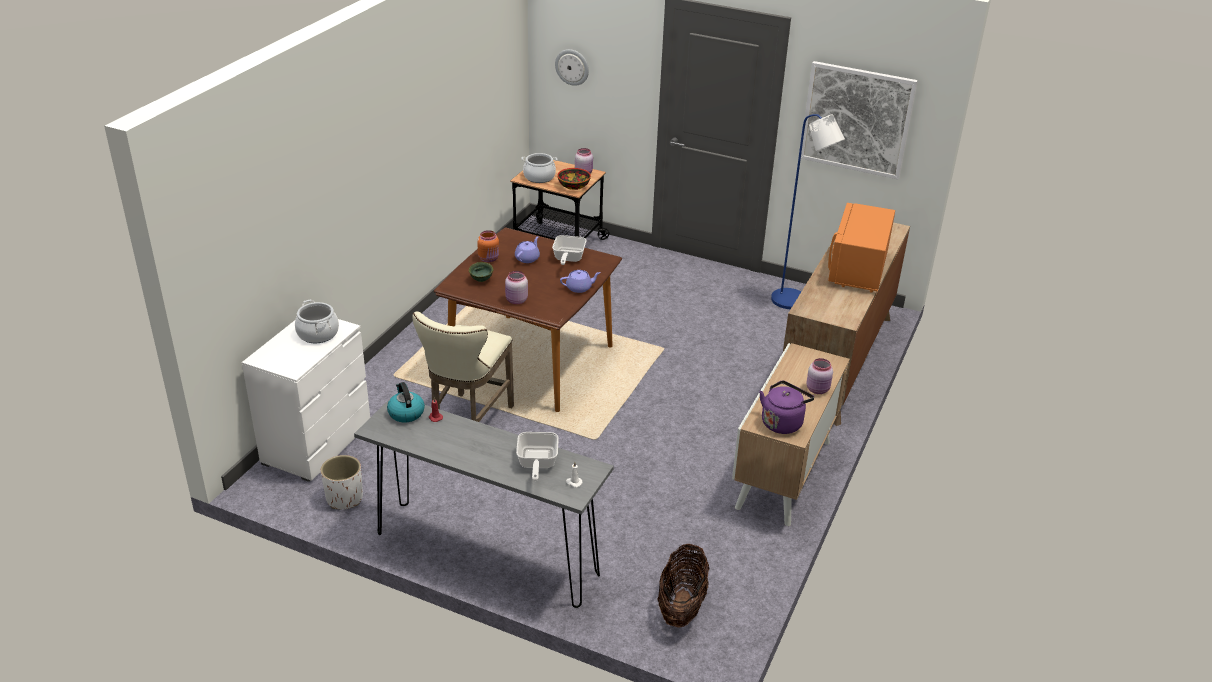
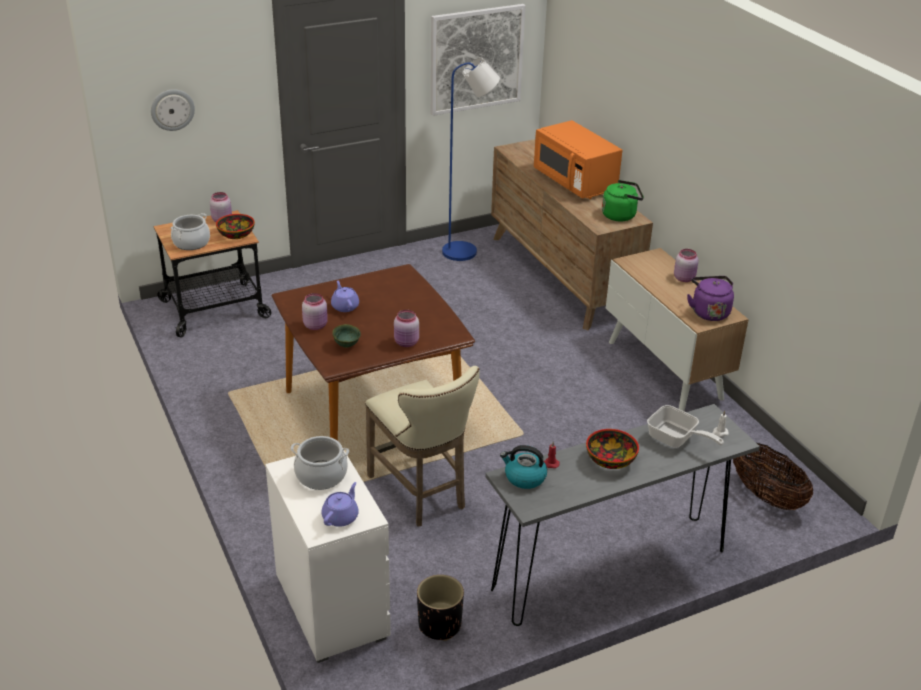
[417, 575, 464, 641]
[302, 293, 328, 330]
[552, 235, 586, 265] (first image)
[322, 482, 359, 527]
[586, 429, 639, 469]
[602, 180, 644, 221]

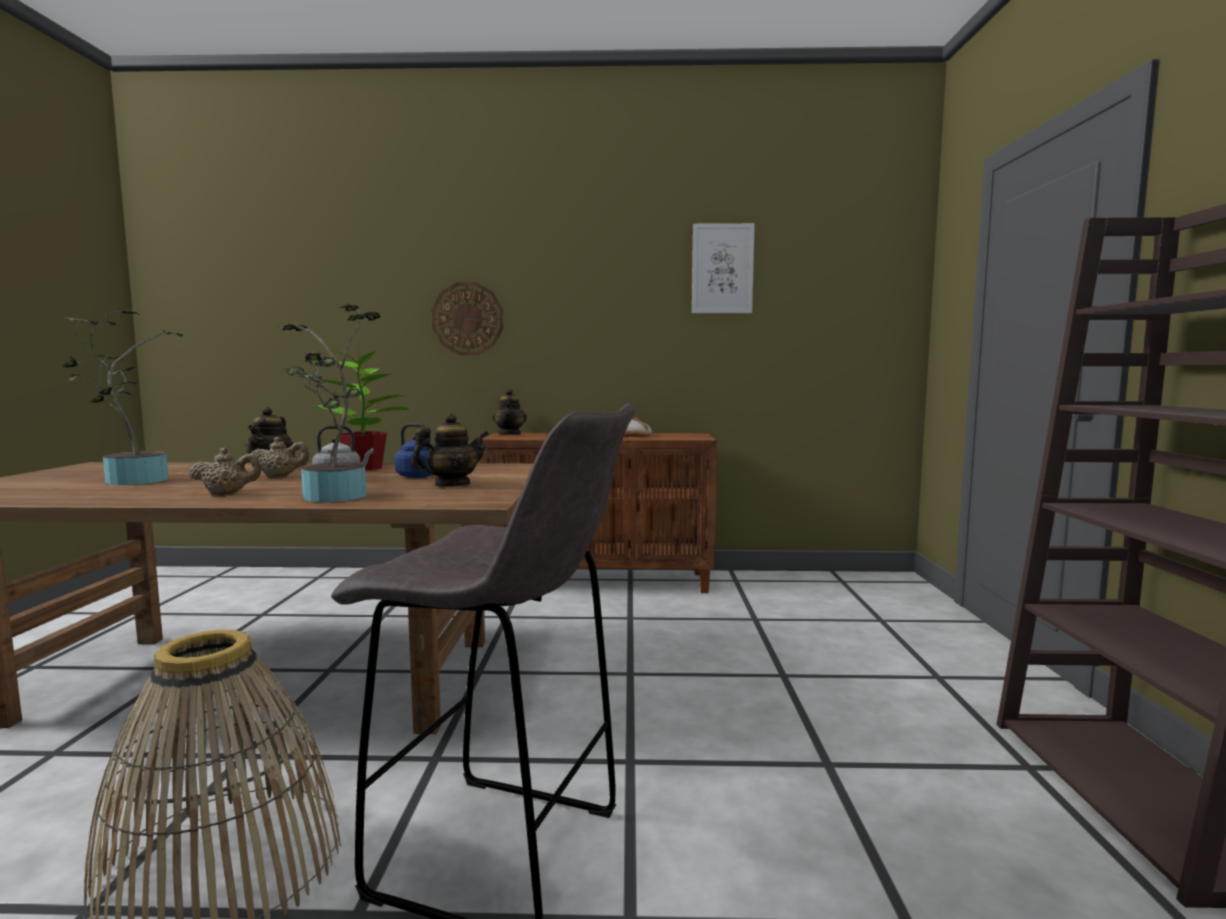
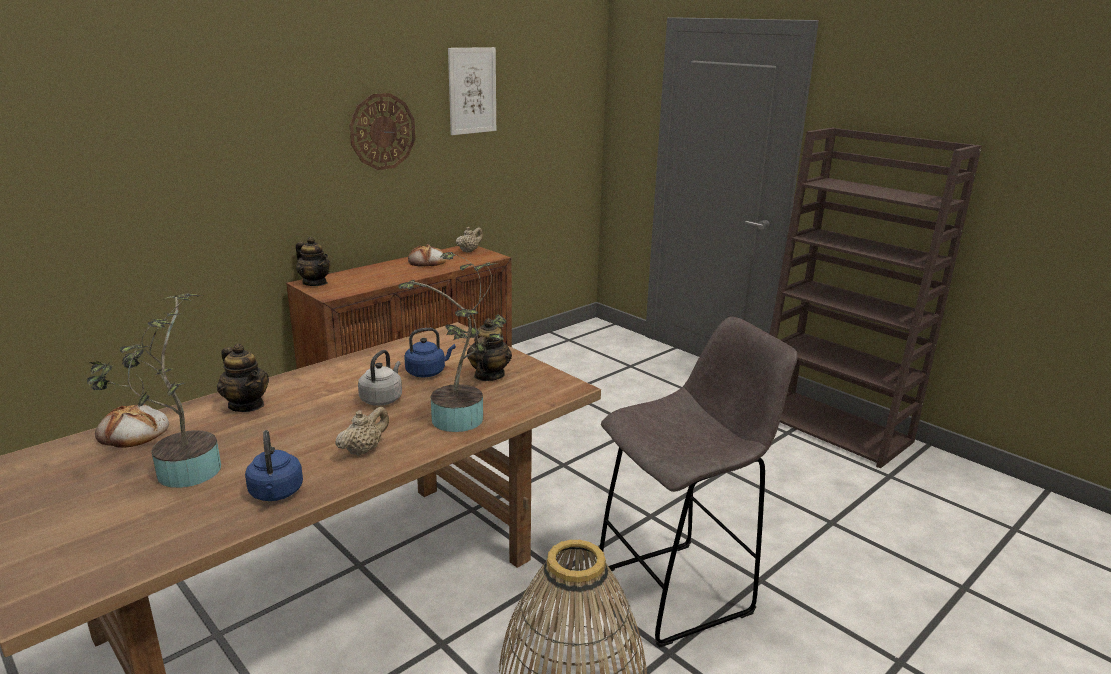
[456, 227, 483, 253]
[311, 343, 409, 470] (first image)
[349, 93, 416, 170]
[95, 404, 169, 448]
[245, 430, 303, 501]

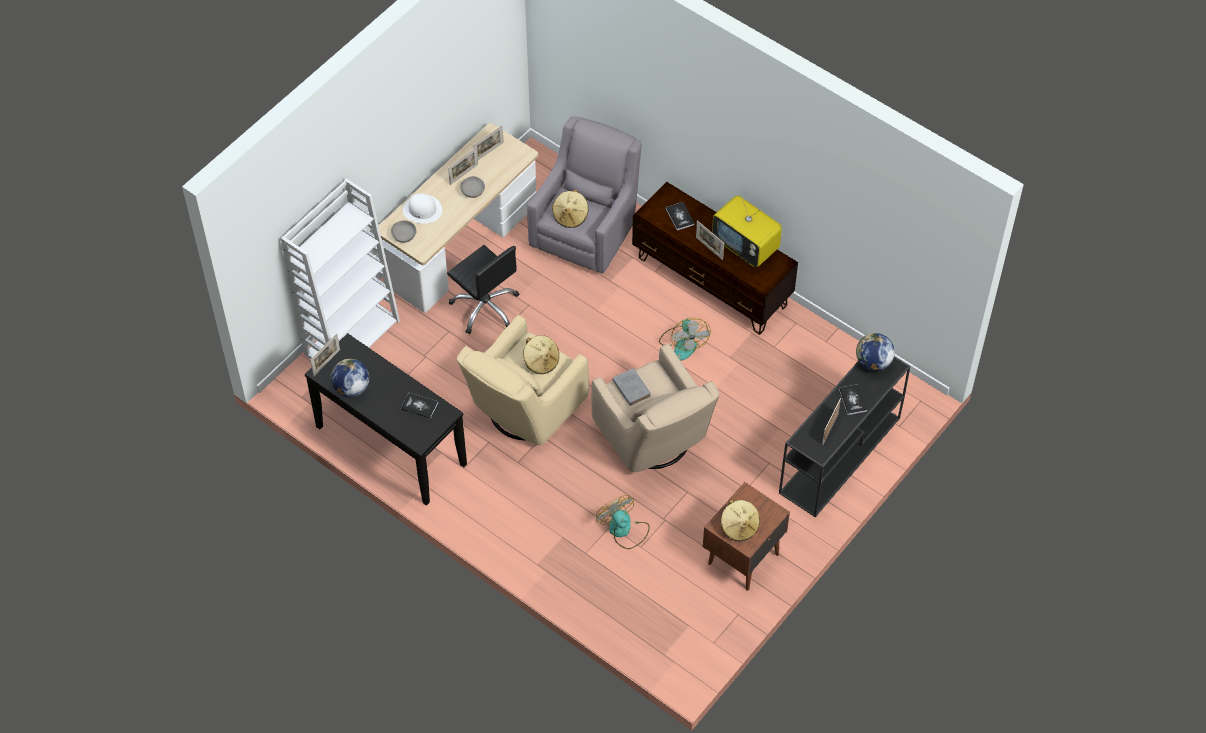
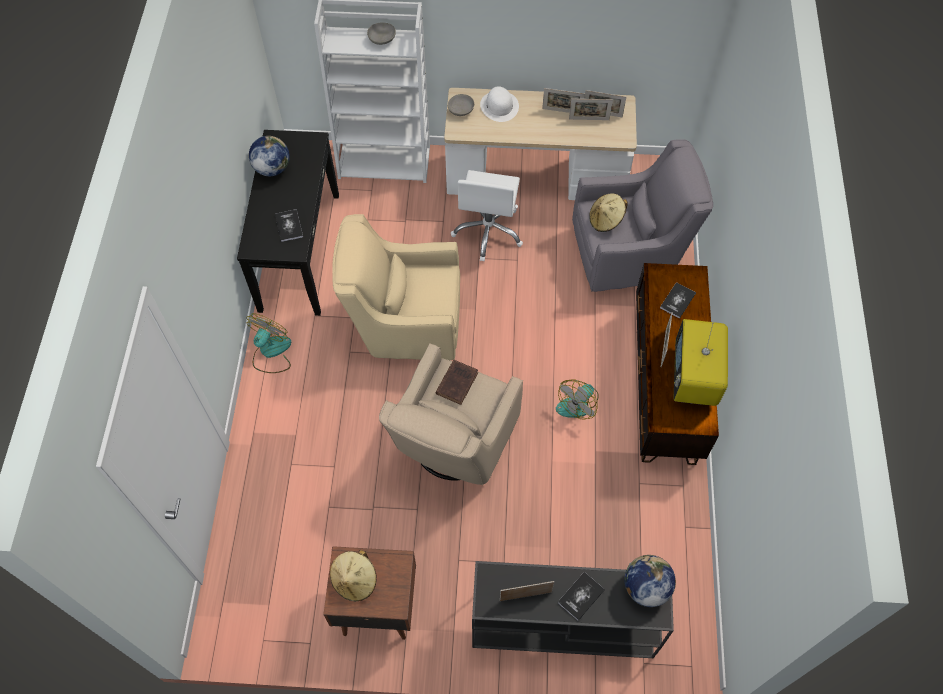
[569, 99, 613, 120]
[451, 170, 523, 261]
[367, 22, 396, 45]
[523, 335, 559, 374] (first image)
[246, 313, 292, 373]
[436, 360, 478, 405]

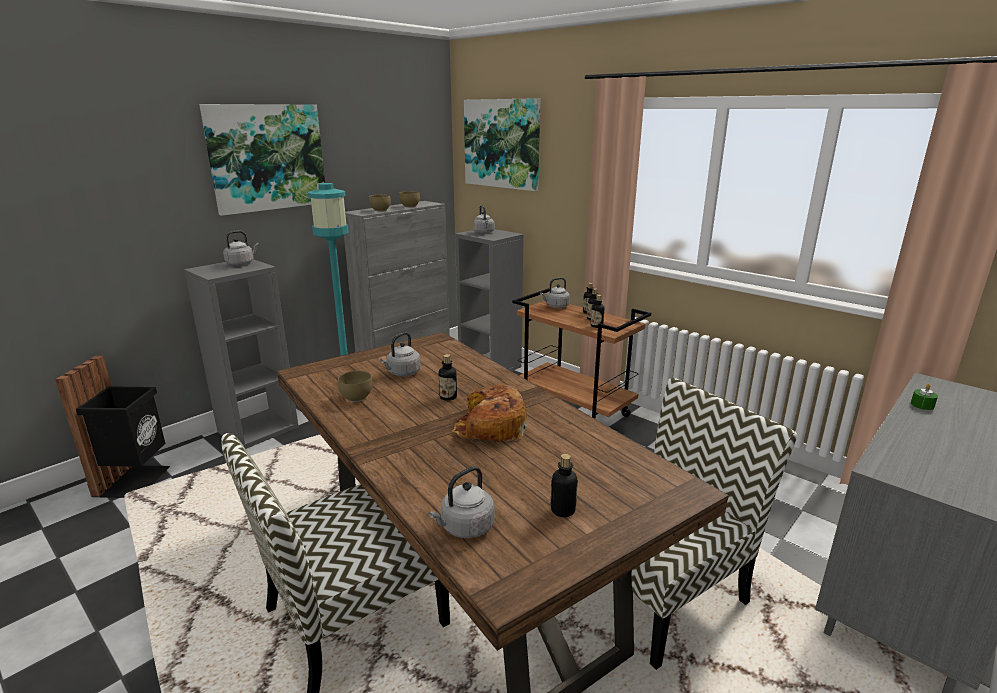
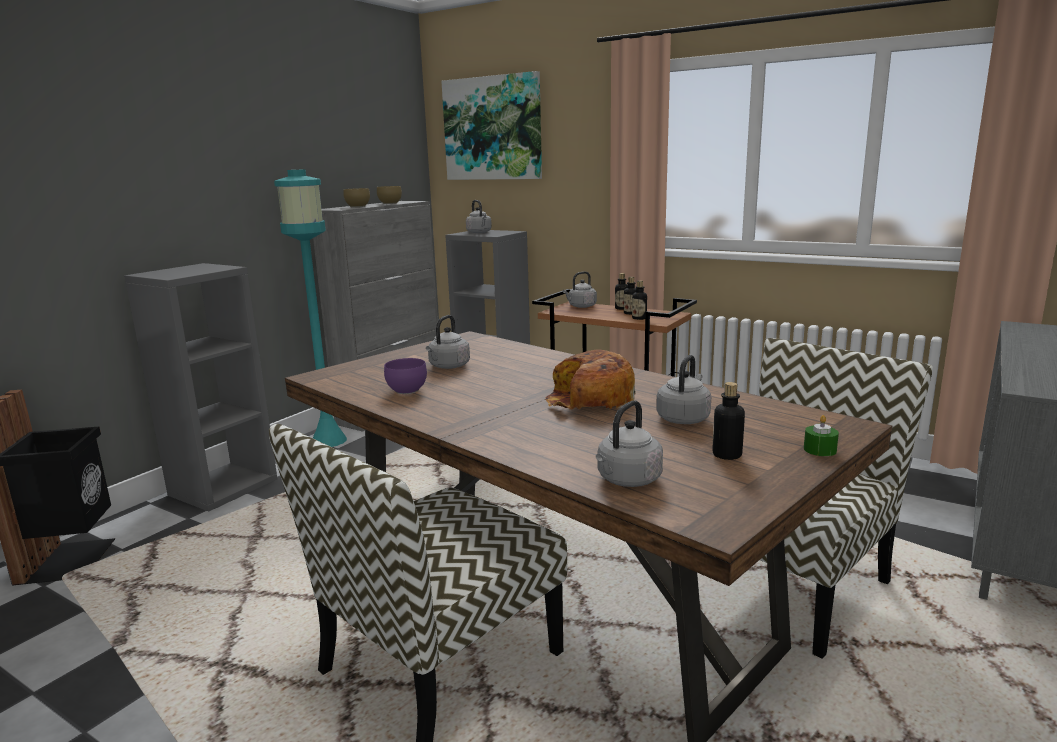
[199, 104, 325, 216] (first image)
[656, 355, 711, 424]
[384, 358, 427, 394]
[439, 354, 457, 401] (first image)
[804, 415, 839, 456]

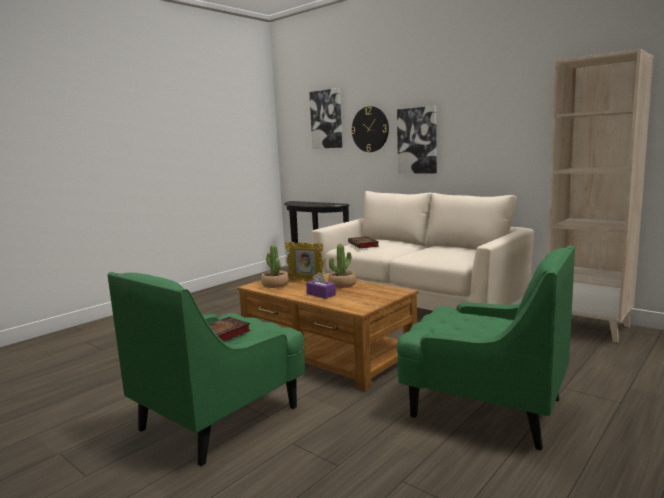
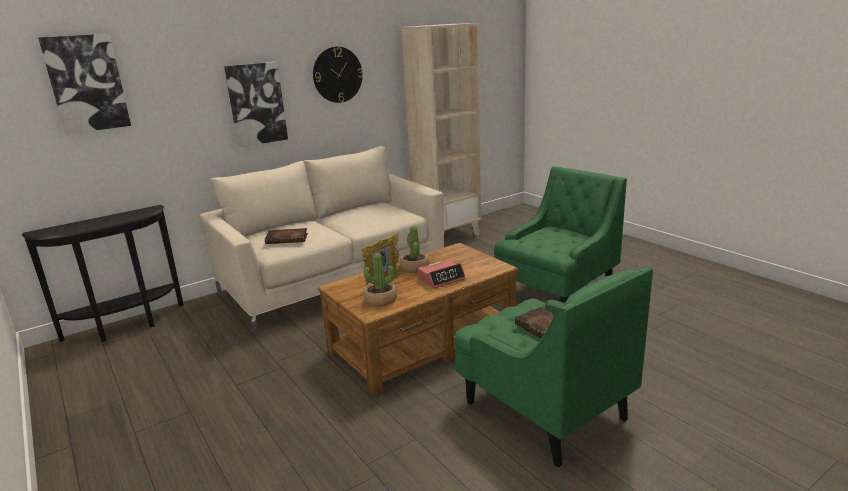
[418, 259, 466, 289]
[313, 47, 363, 103]

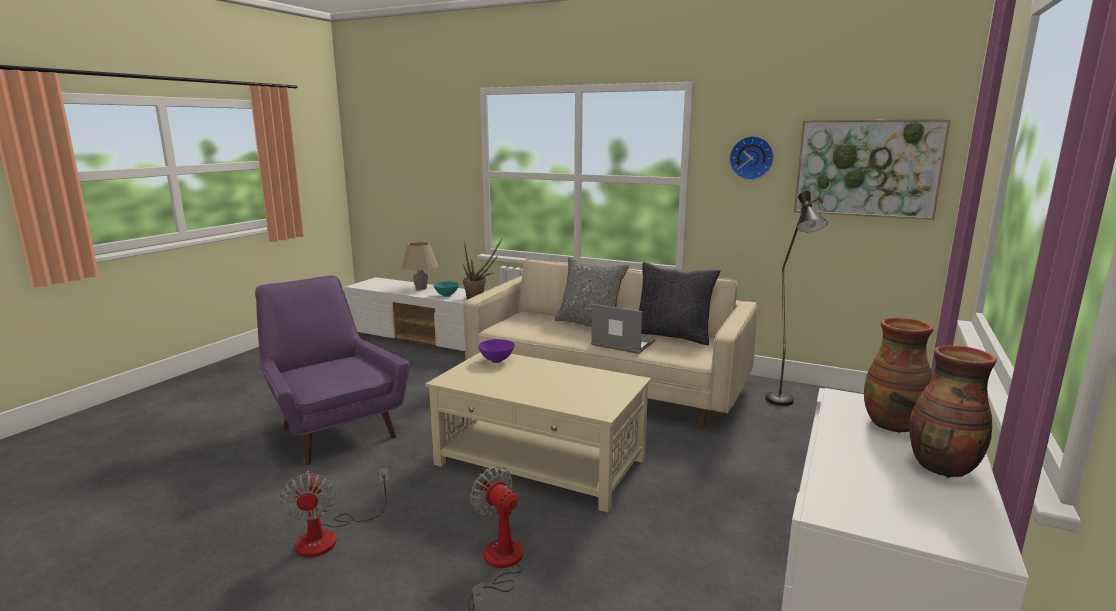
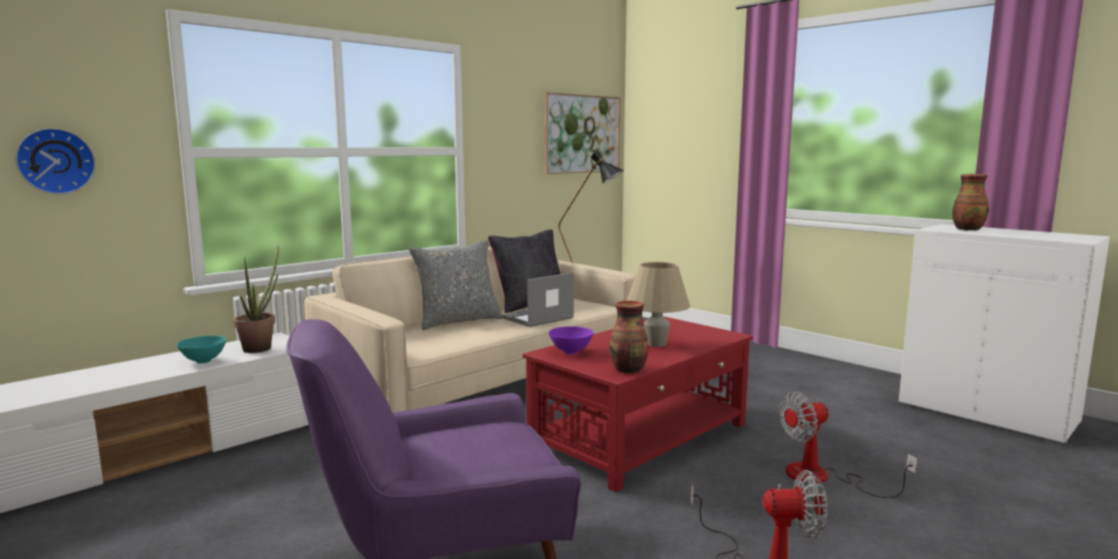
[627, 262, 690, 347]
[523, 316, 753, 492]
[15, 128, 96, 194]
[609, 301, 648, 373]

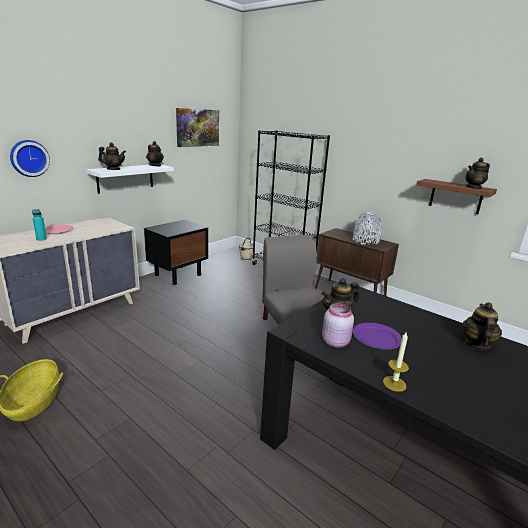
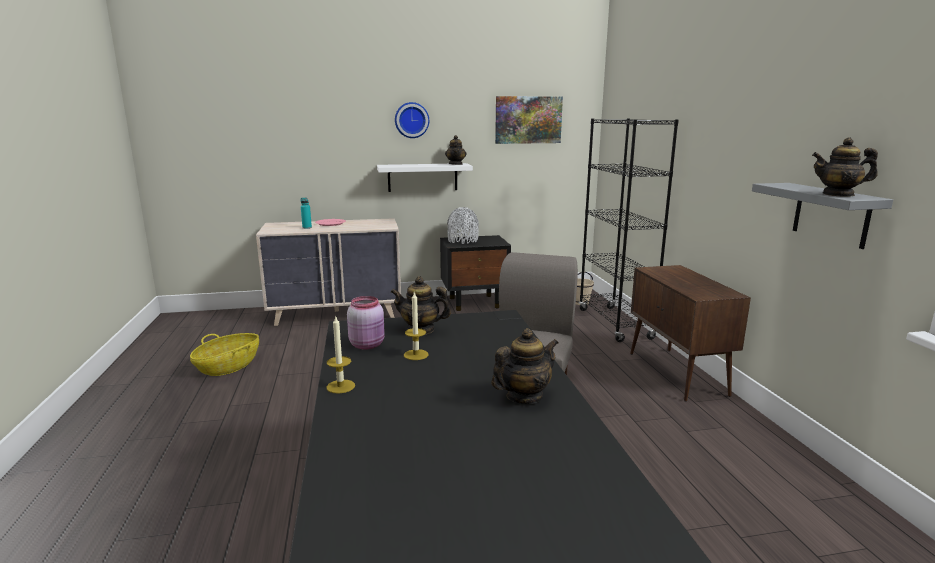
[395, 102, 429, 138]
[98, 142, 126, 170] (first image)
[447, 207, 479, 244]
[404, 292, 429, 360]
[752, 183, 893, 249]

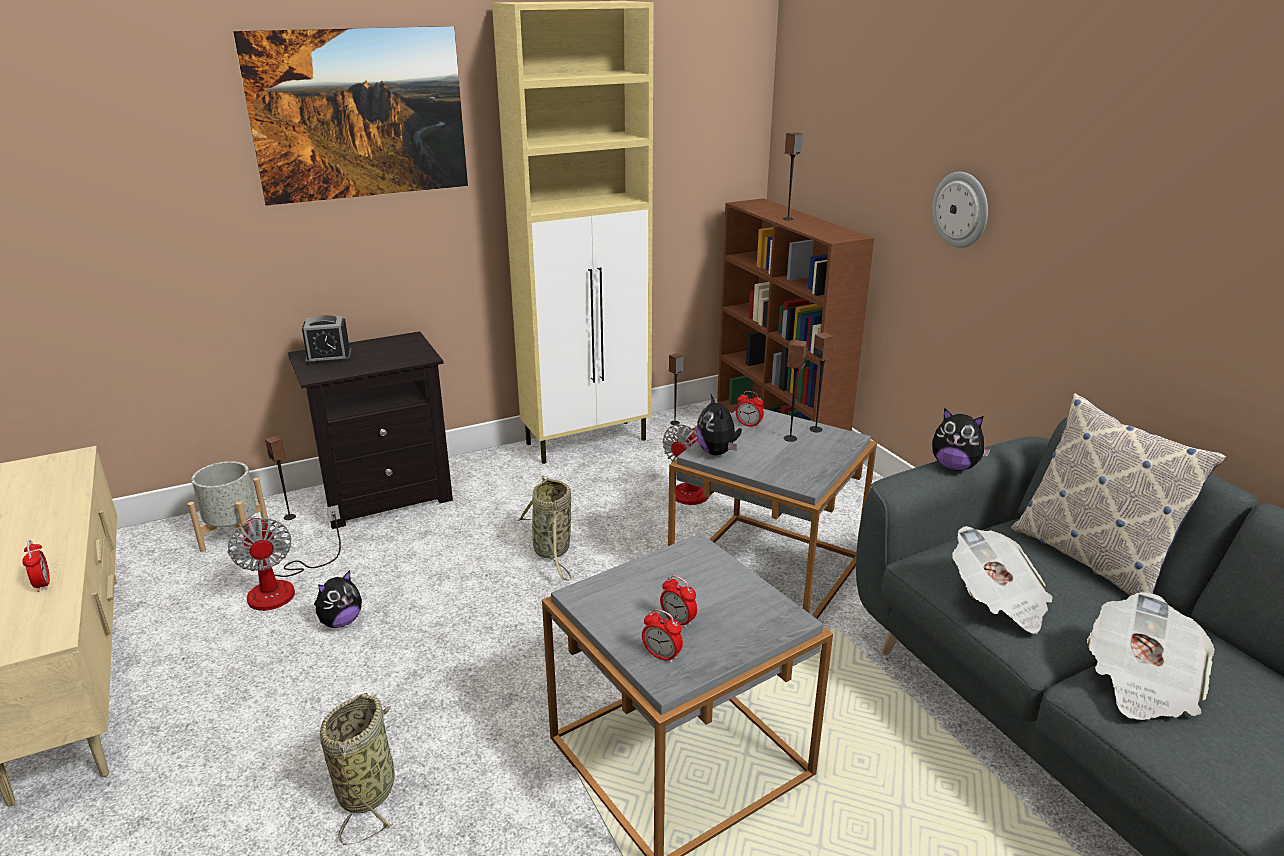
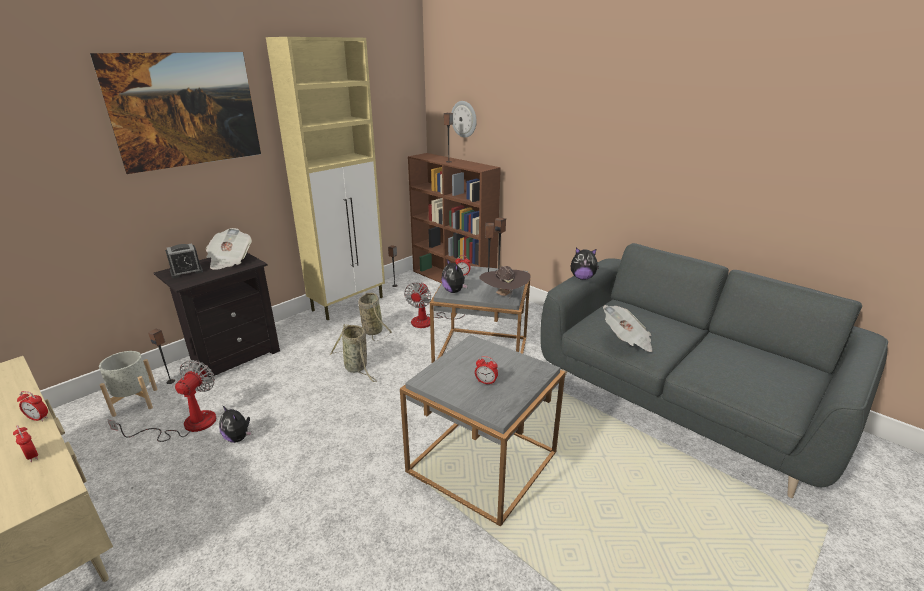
[108, 360, 216, 442]
[219, 405, 252, 443]
[358, 293, 392, 341]
[17, 391, 48, 421]
[451, 101, 477, 138]
[1011, 393, 1226, 596] (first image)
[206, 228, 252, 270]
[479, 266, 531, 296]

